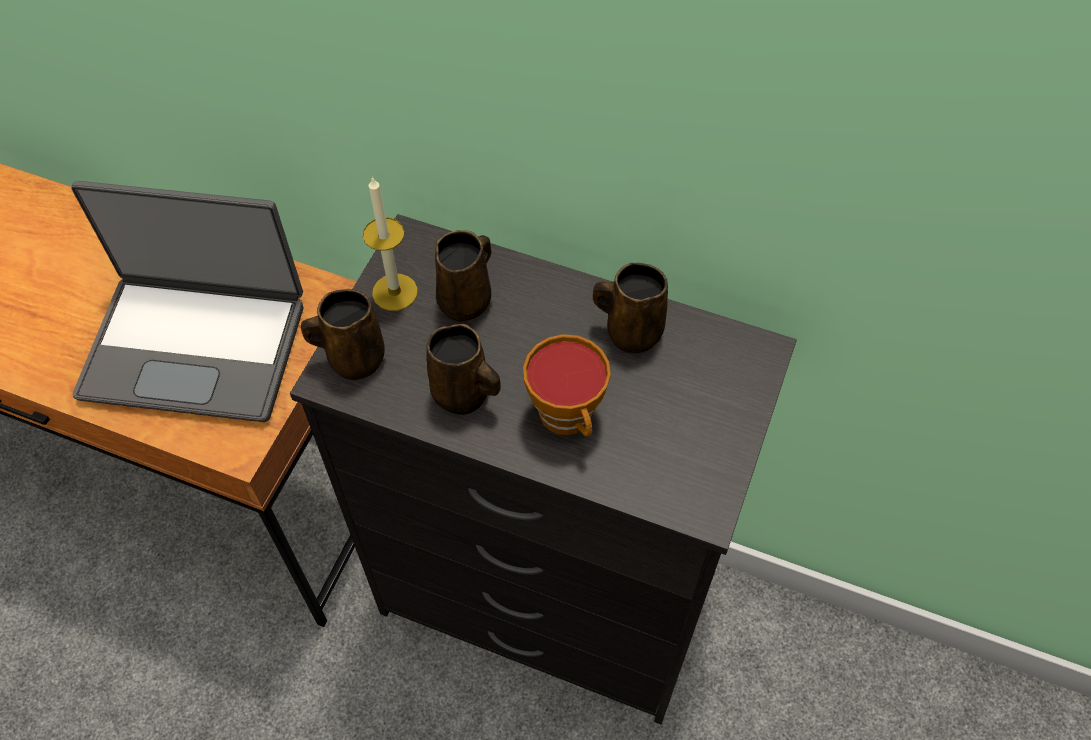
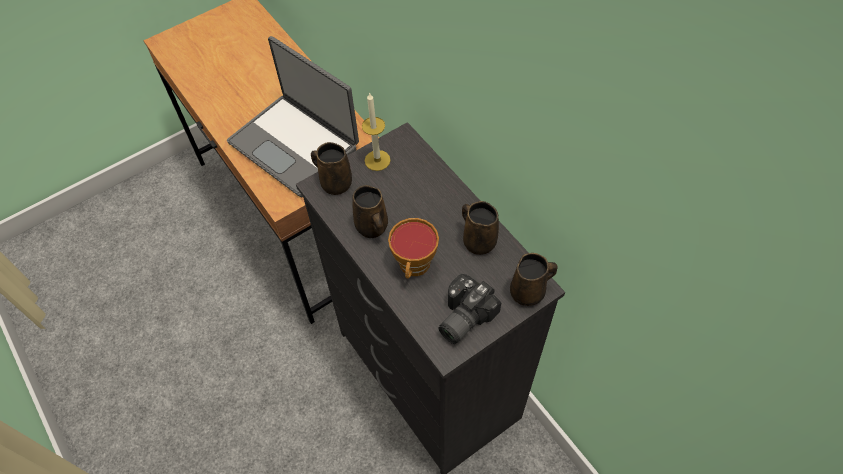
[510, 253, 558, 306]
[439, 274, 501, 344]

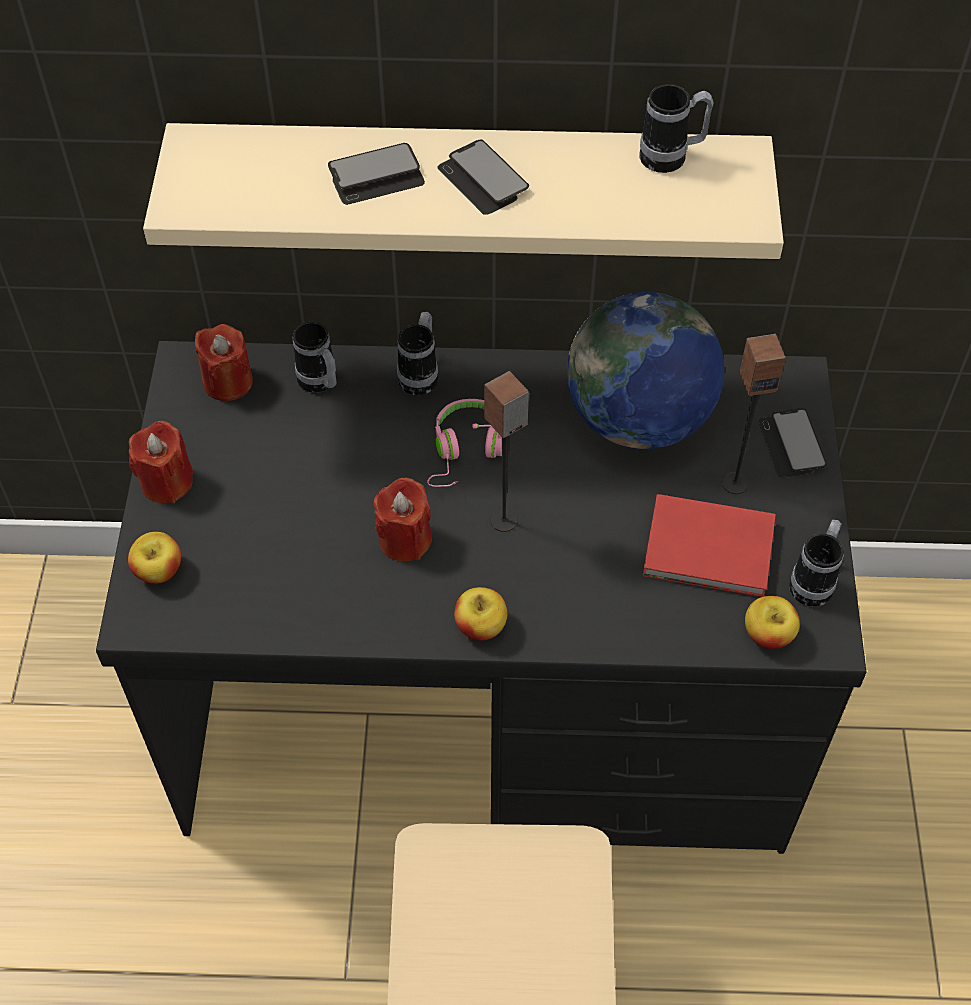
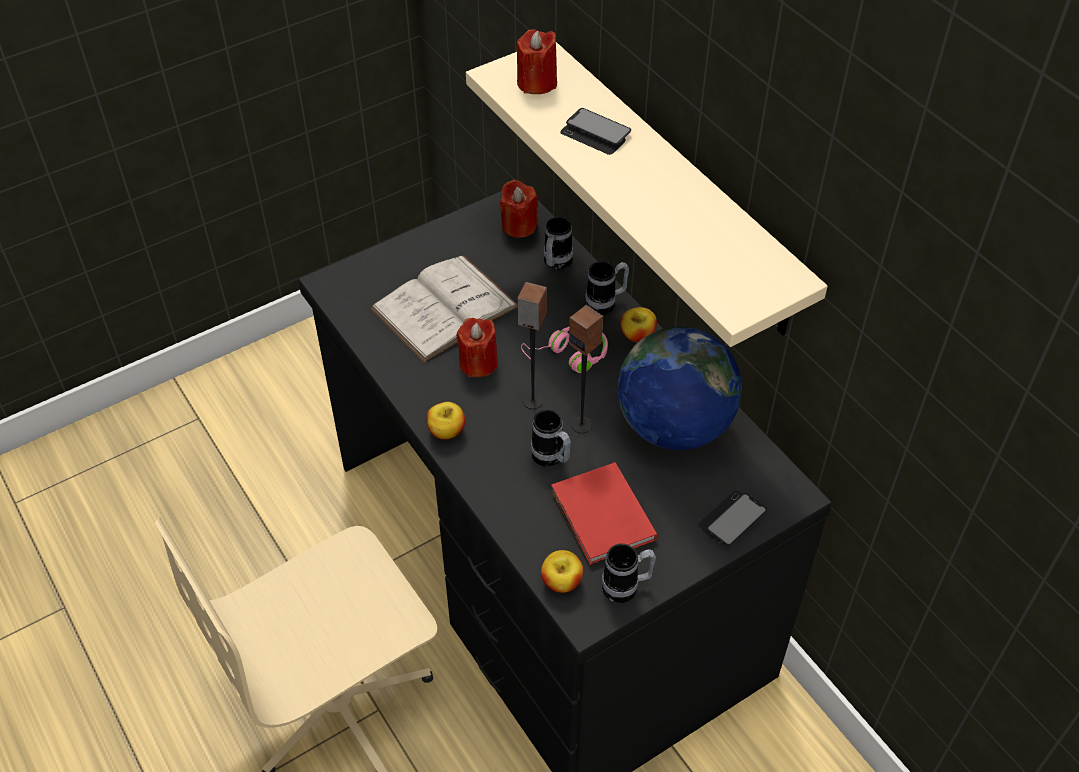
[620, 307, 657, 343]
[516, 29, 557, 94]
[437, 140, 529, 215] (first image)
[531, 410, 571, 467]
[569, 305, 603, 433]
[370, 256, 518, 363]

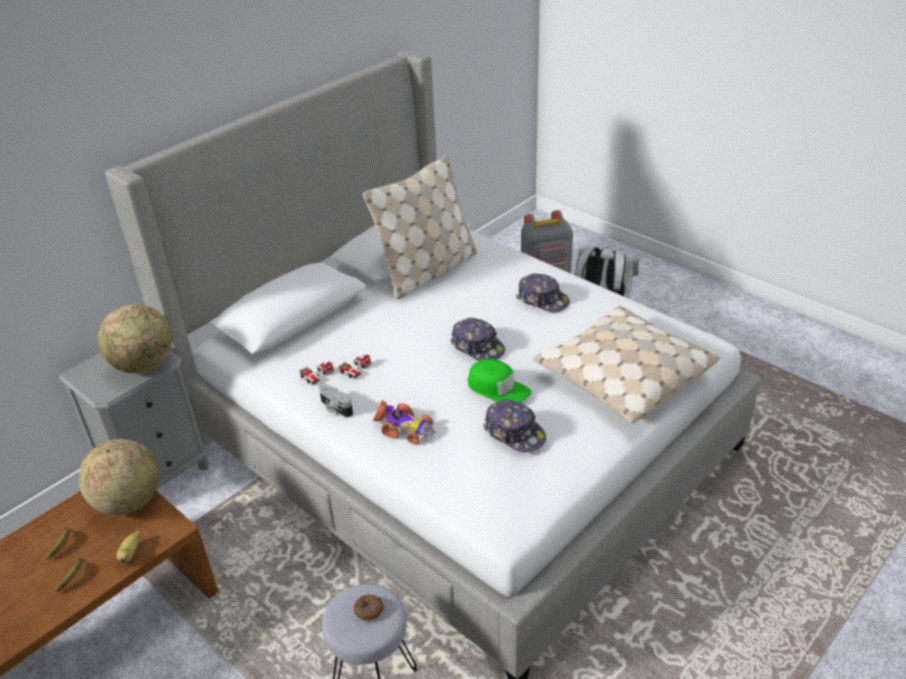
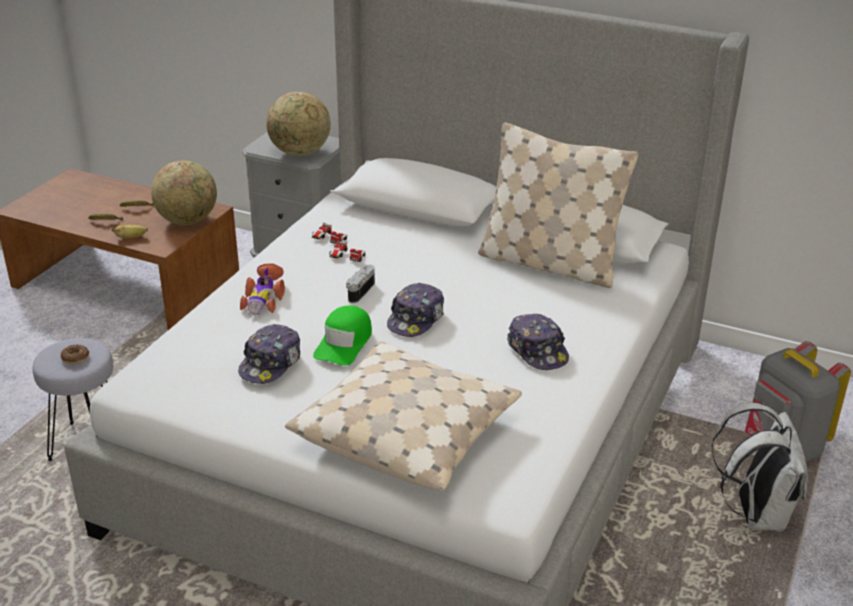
[346, 265, 375, 303]
[507, 314, 569, 370]

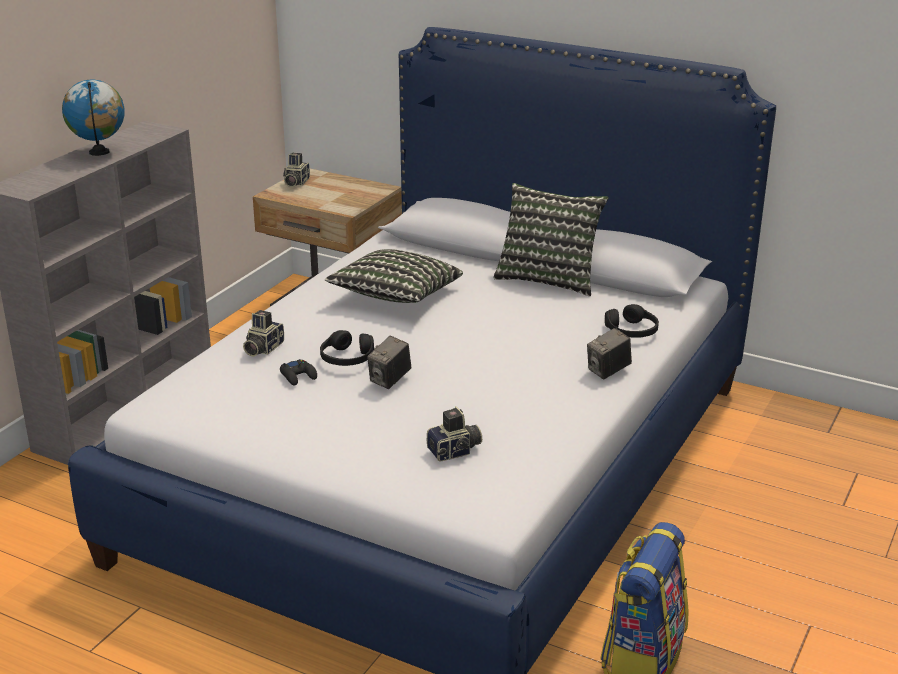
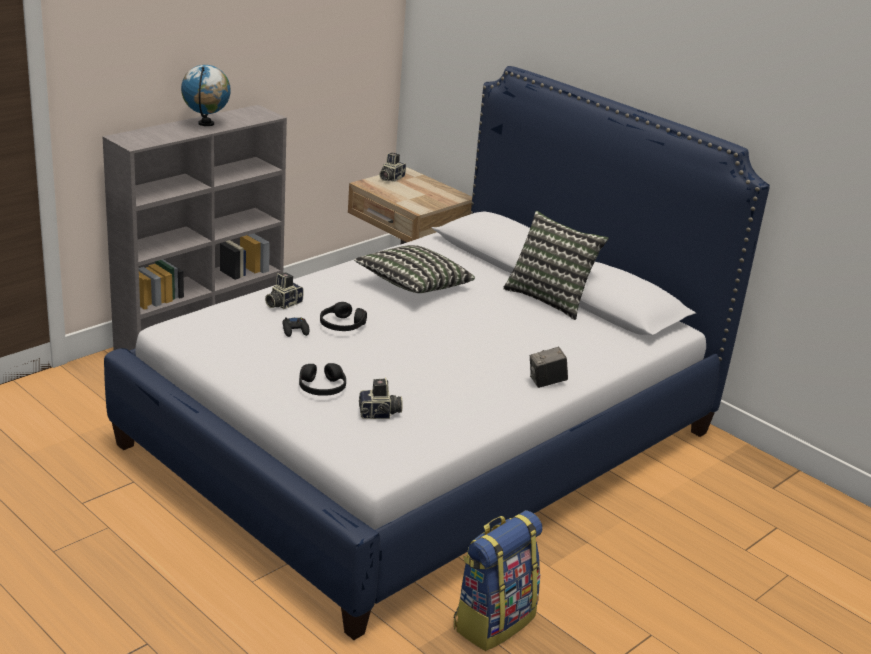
[367, 336, 411, 389] (first image)
[299, 363, 346, 396]

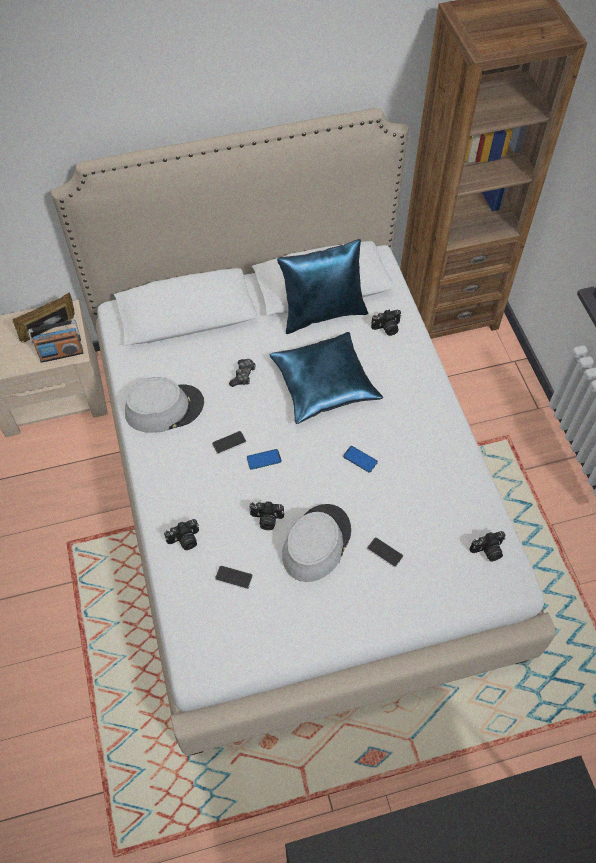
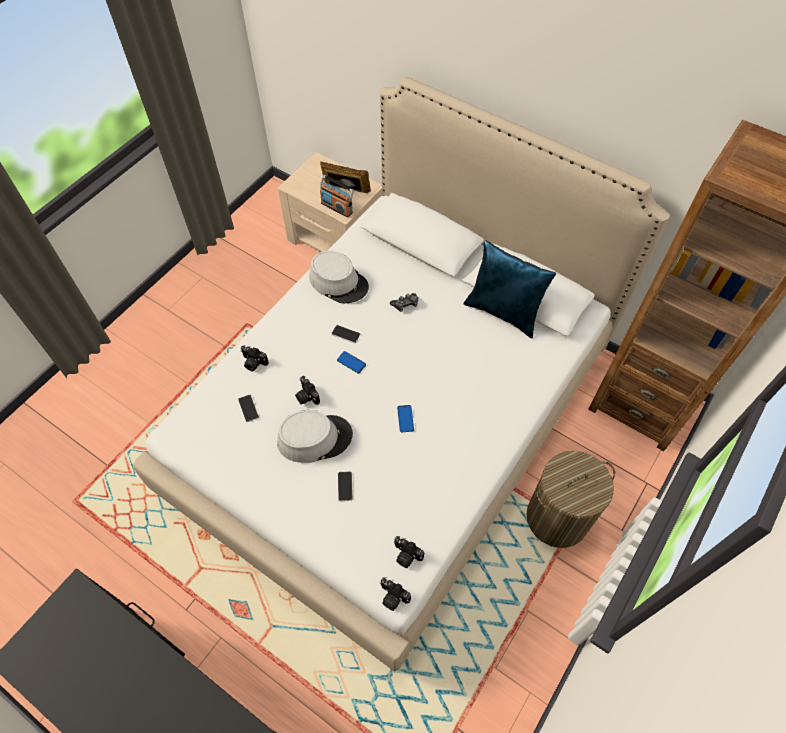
[270, 332, 383, 424] (first image)
[380, 577, 411, 611]
[526, 451, 615, 548]

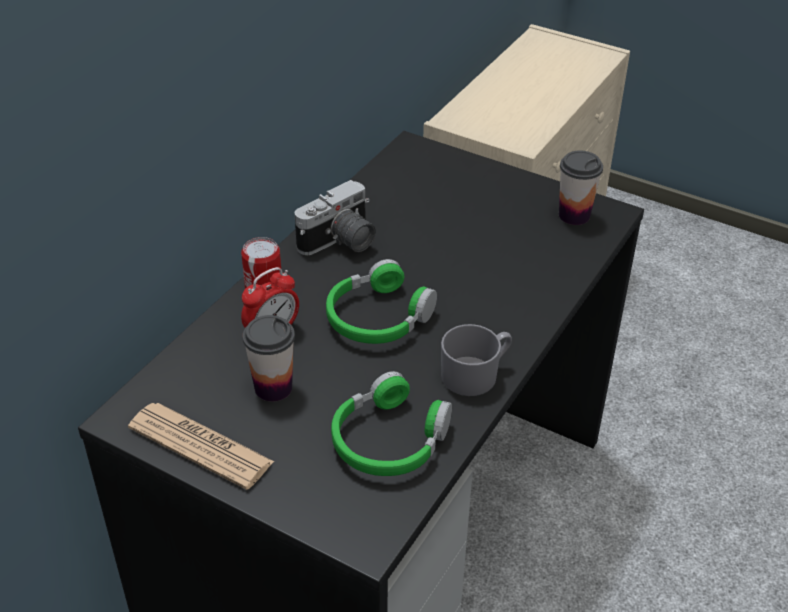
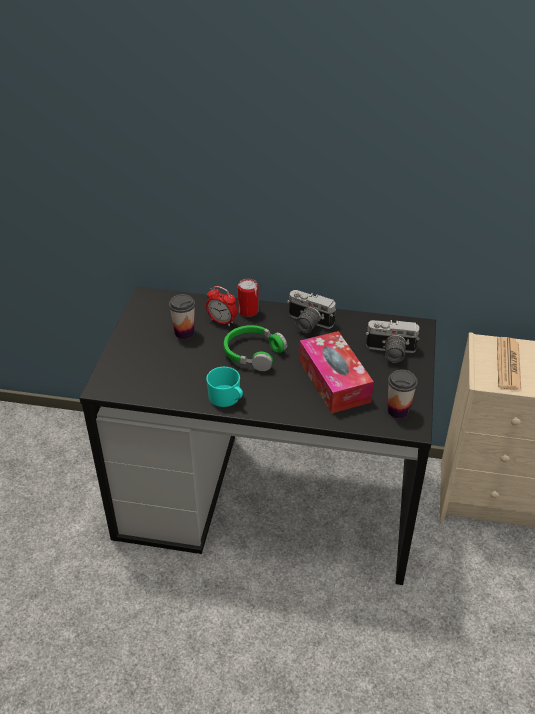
[497, 337, 521, 391]
[331, 371, 452, 476] (first image)
[206, 367, 243, 407]
[299, 331, 374, 414]
[366, 320, 420, 363]

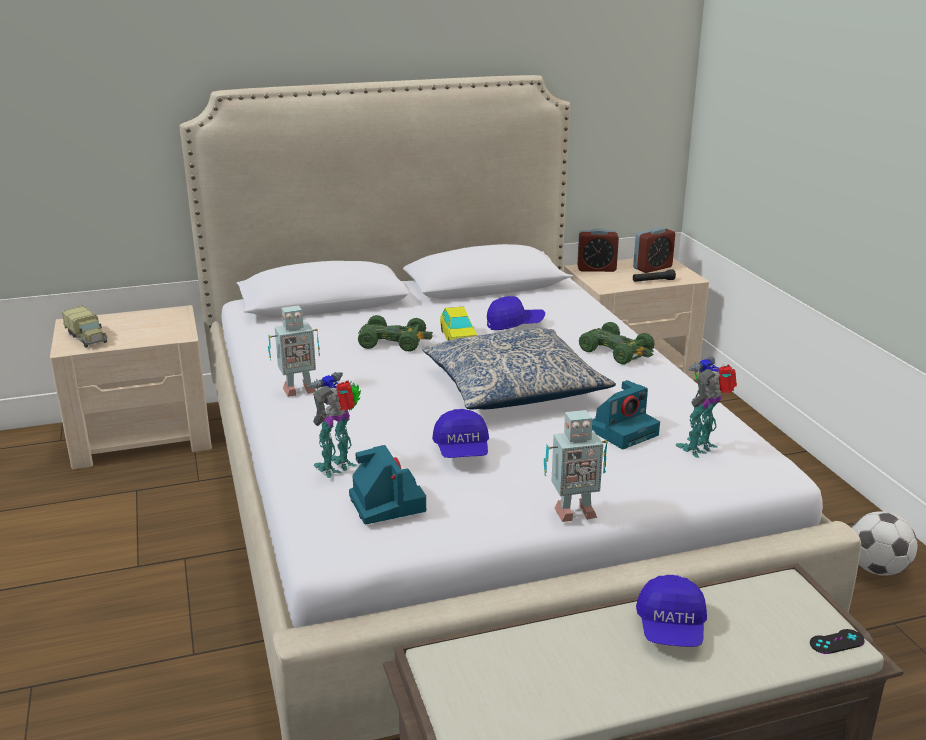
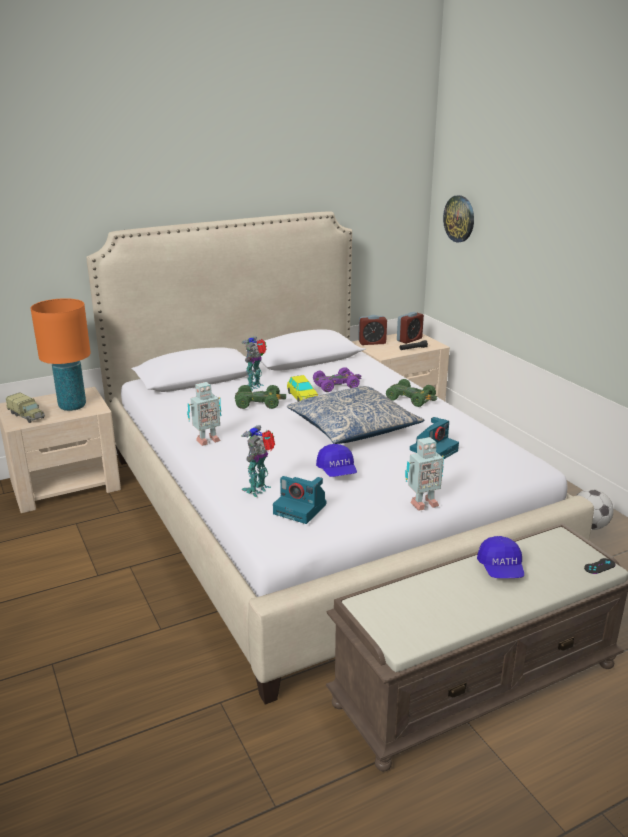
[273, 476, 326, 524]
[313, 367, 362, 392]
[242, 336, 267, 391]
[31, 298, 91, 411]
[443, 195, 474, 242]

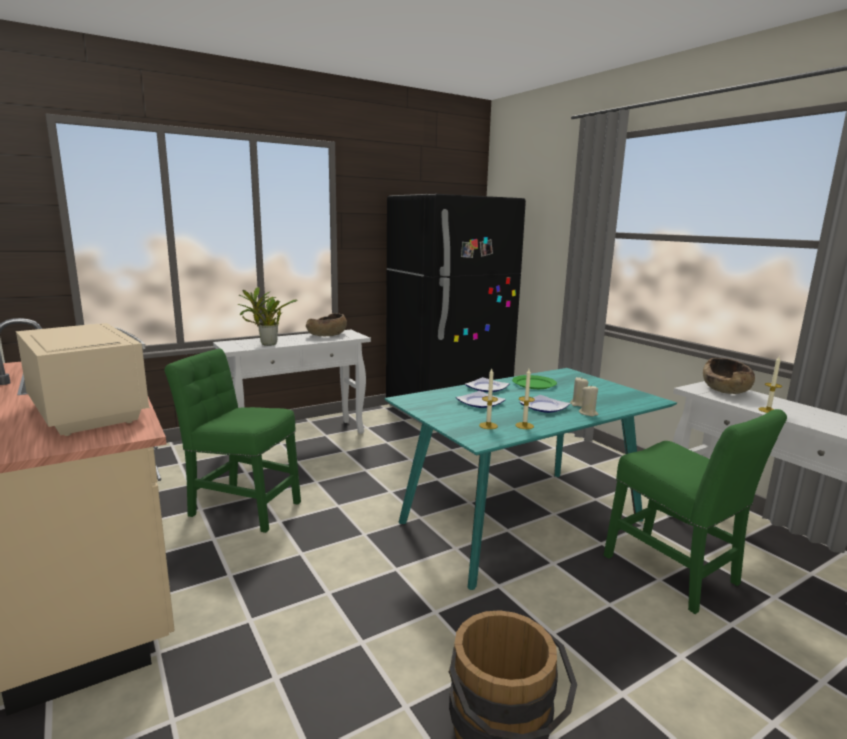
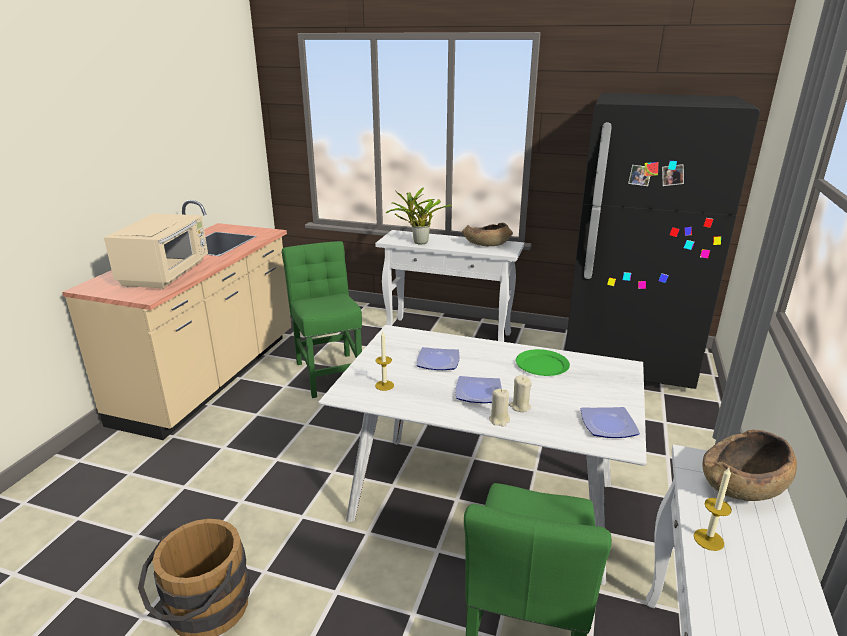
[318, 325, 647, 585]
[581, 407, 640, 438]
[515, 369, 535, 429] (first image)

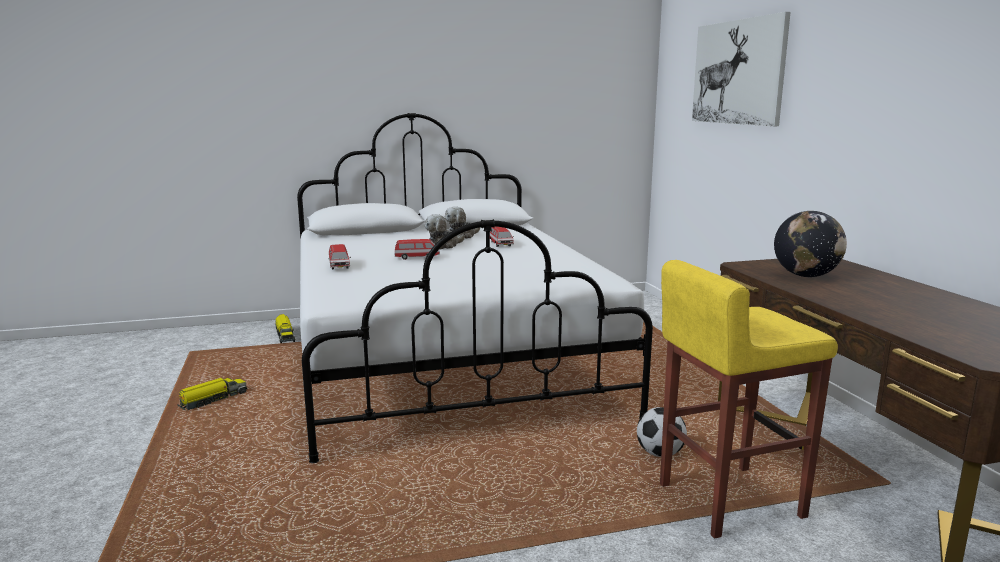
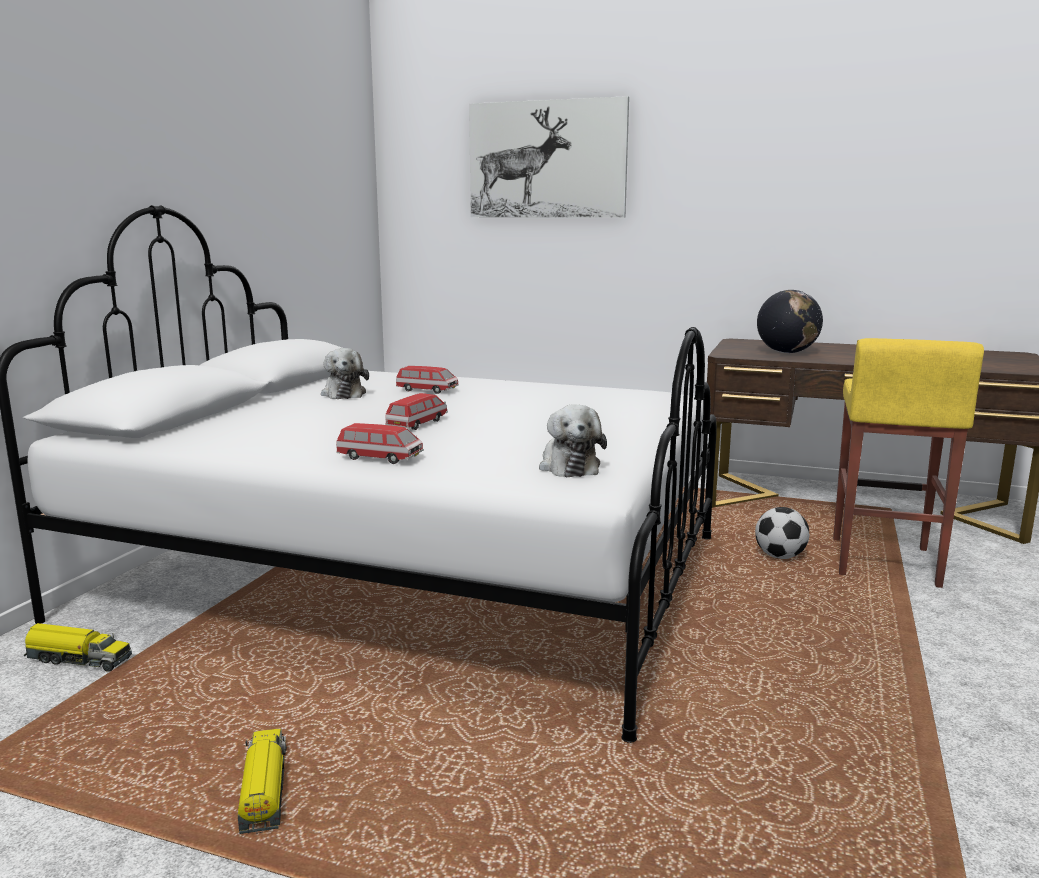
[539, 404, 607, 477]

